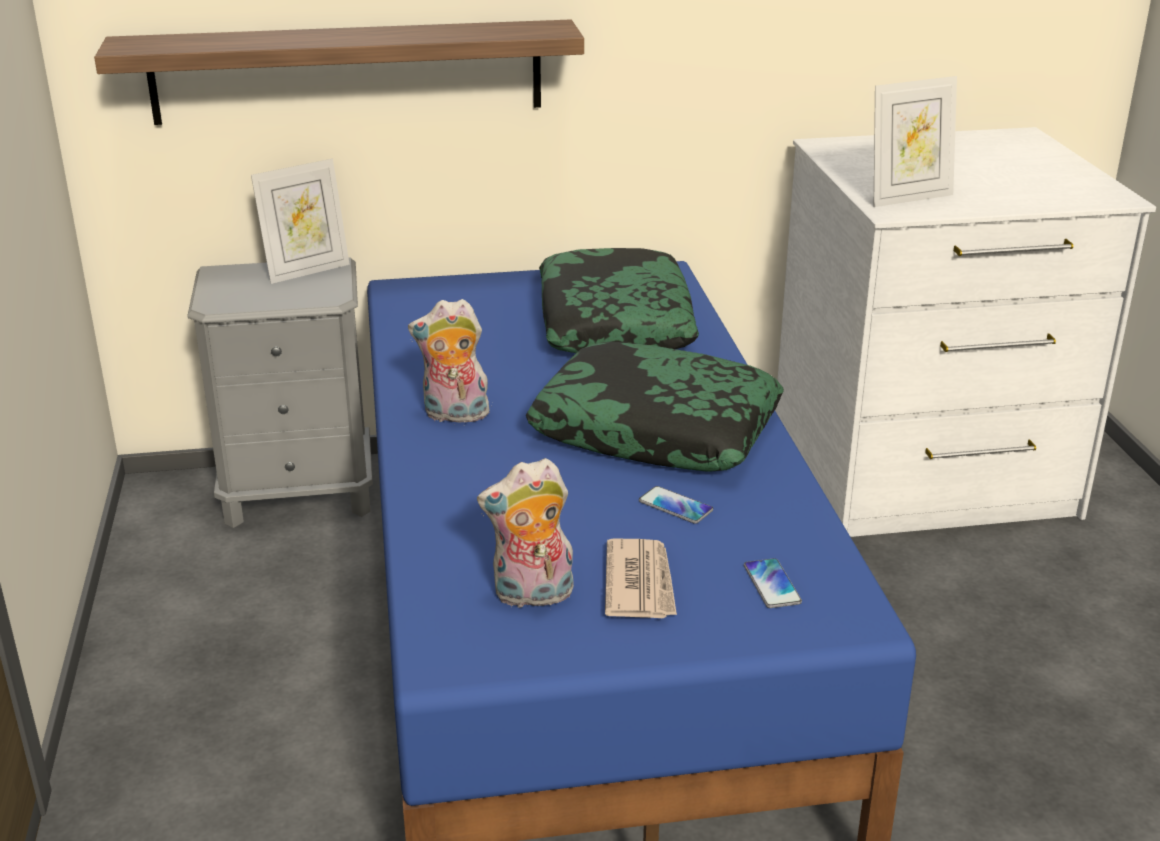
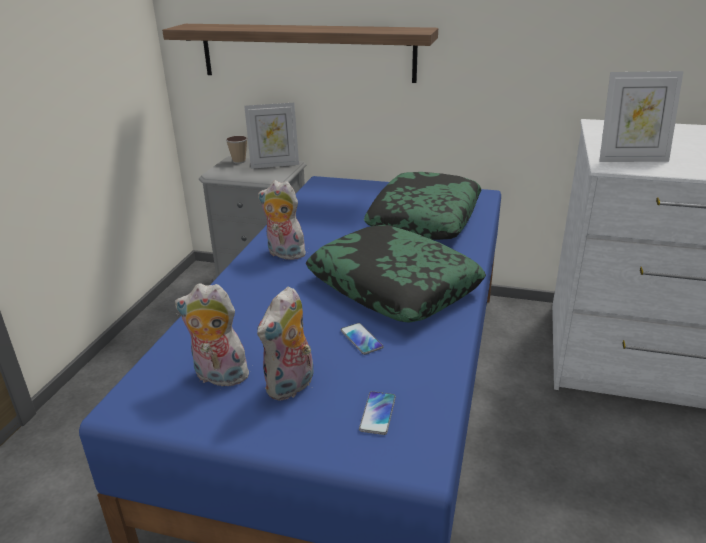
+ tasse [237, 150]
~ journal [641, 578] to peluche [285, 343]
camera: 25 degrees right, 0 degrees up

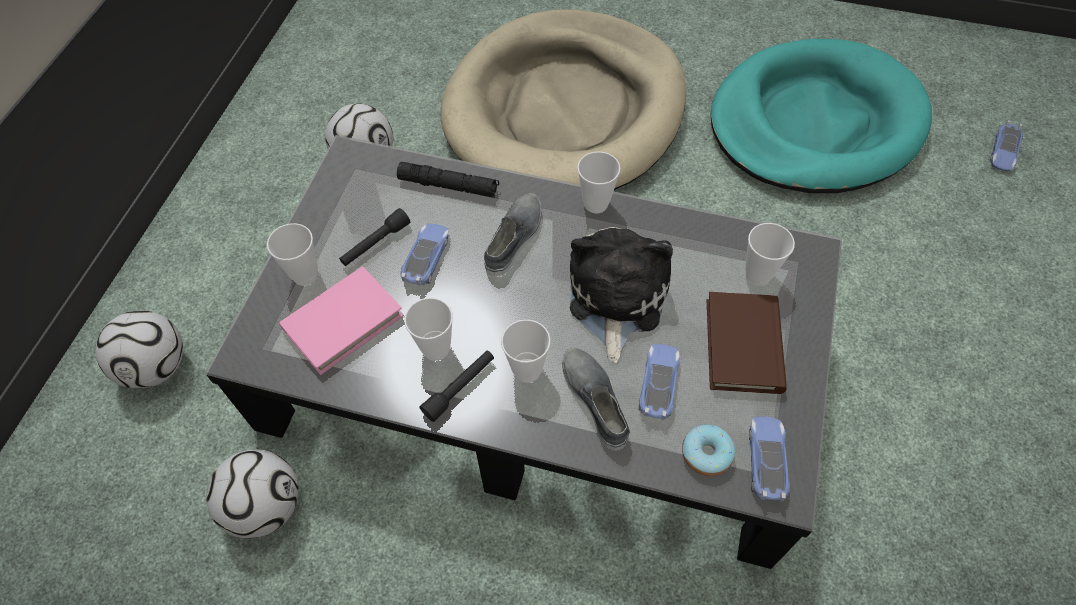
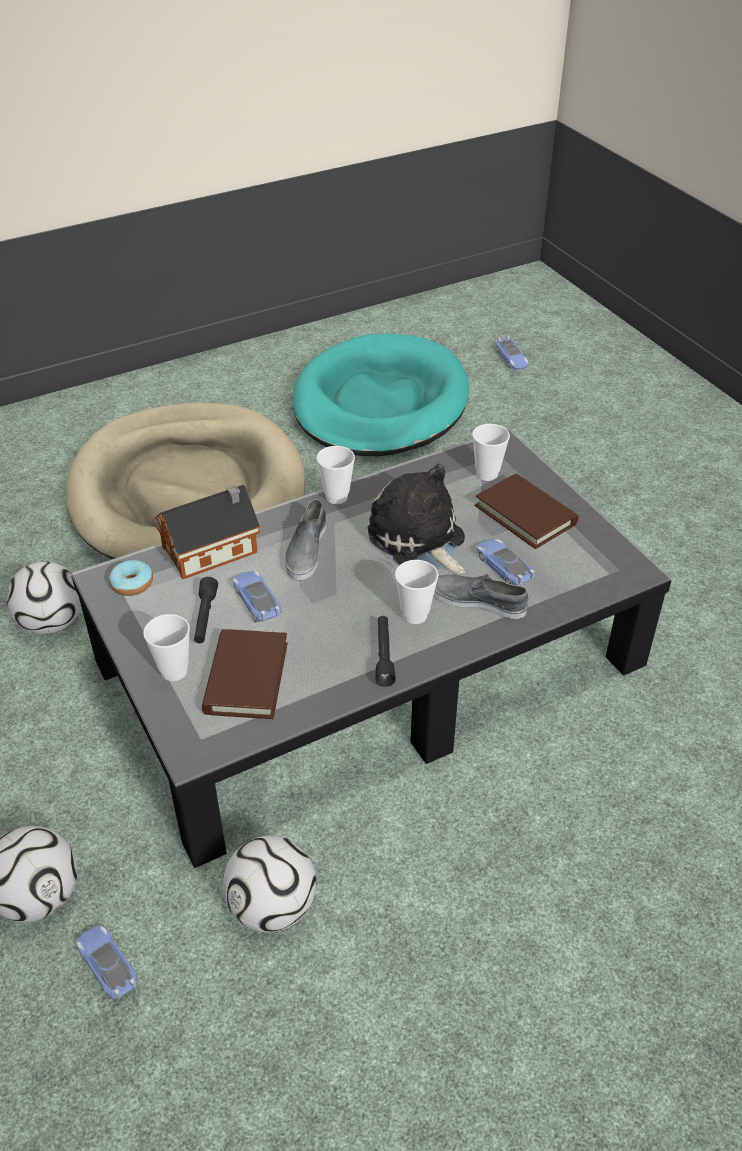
~ petite voiture [769, 459] to [107, 962]
~ beignet [708, 450] to [131, 578]
~ lampe de poche [noir] [448, 180] to maison miniature [207, 532]
~ livre [rose] [341, 320] to livre [marron] [245, 674]
~ chaussure [gris] [513, 234] = [305, 539] 150 degrees counterclockwise
- tasse [428, 329]
camera: 45 degrees left, 15 degrees down

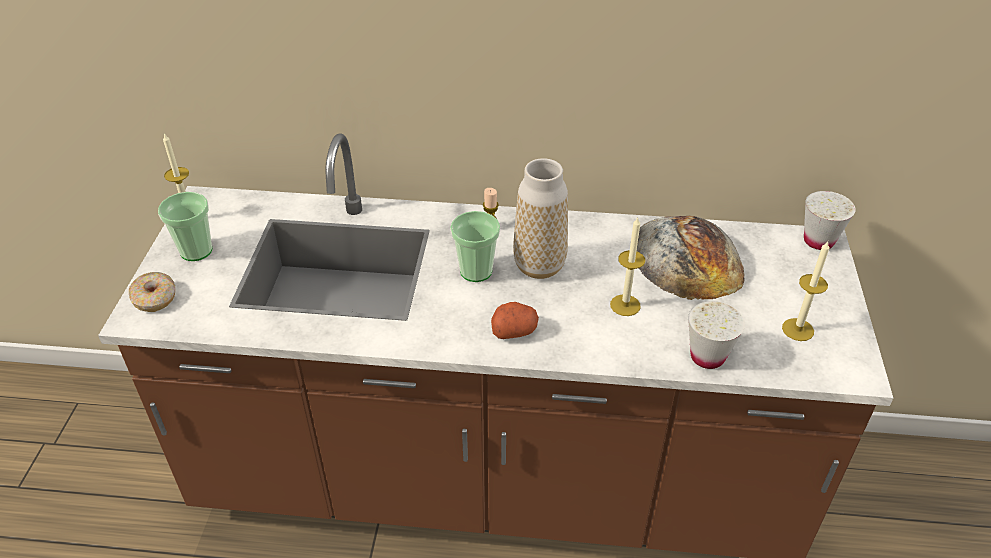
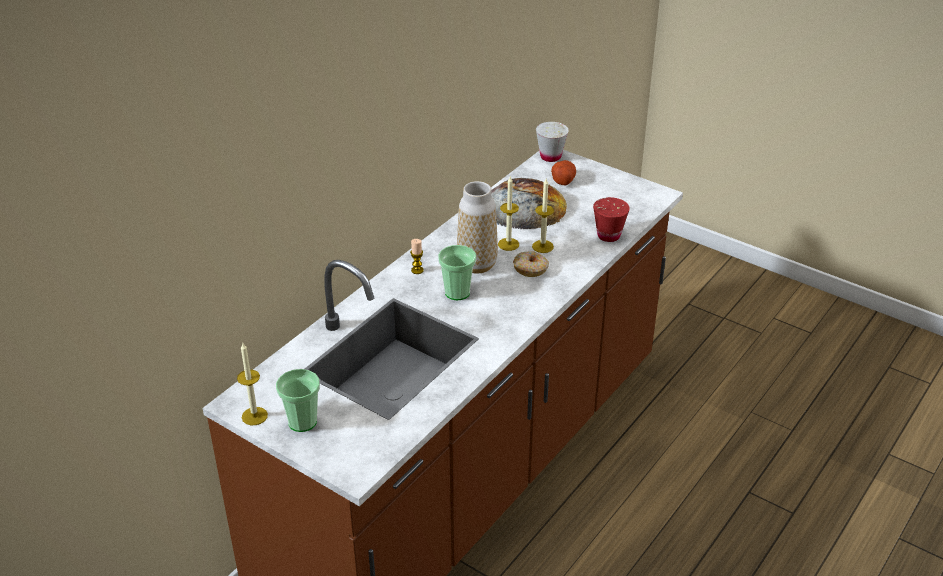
~ bougie [806, 291] to [508, 214]
~ beignet [152, 292] to [531, 264]
~ pomme de terre [515, 320] to [563, 173]
~ tasse [blanc] [716, 335] to tasse [rouge] [611, 219]
camera: 60 degrees left, 5 degrees down

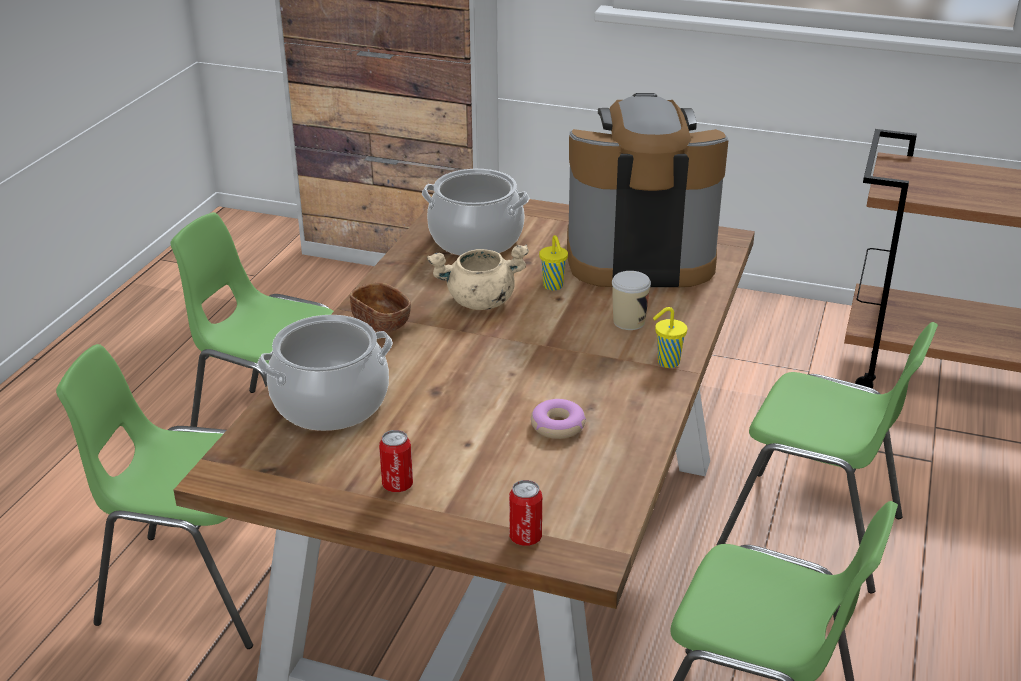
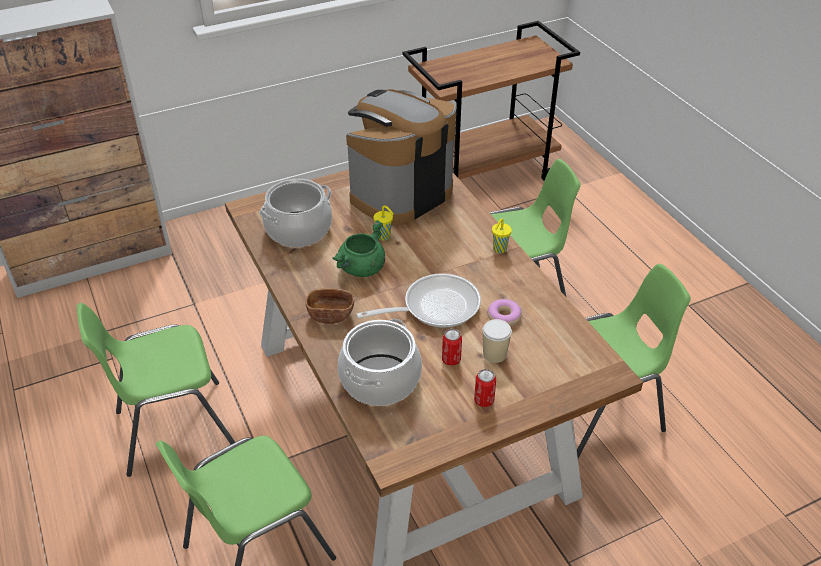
~ marmite [beige] [478, 277] to marmite [vert] [359, 248]
+ poêle [418, 300]
~ boîte métallique [525, 513] to [452, 347]
~ tasse [631, 300] to [497, 341]
camera: 45 degrees left, 10 degrees up

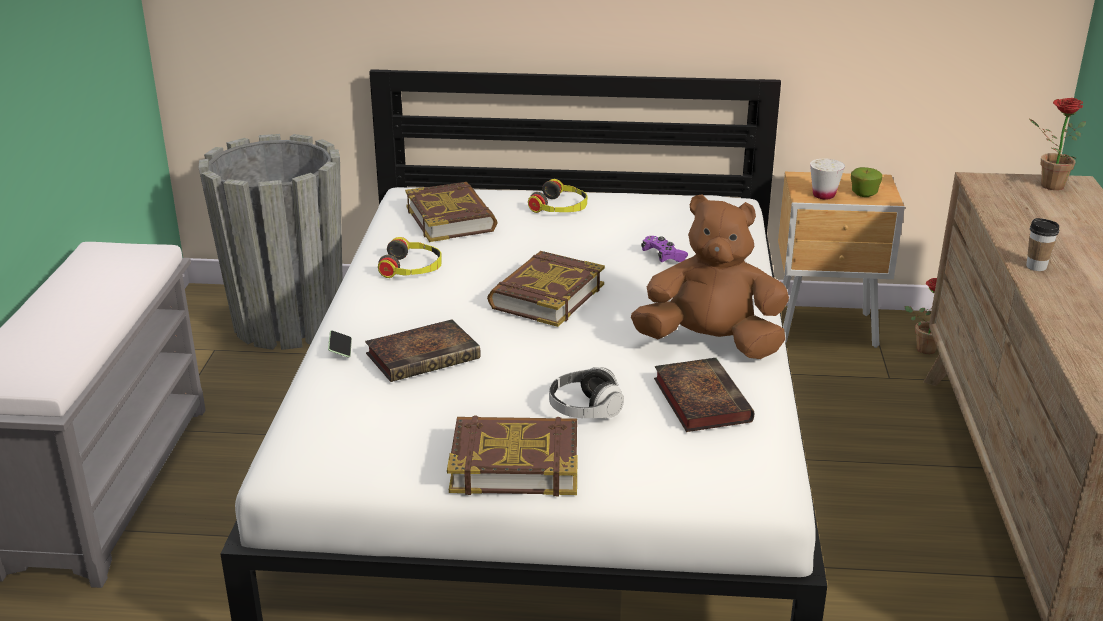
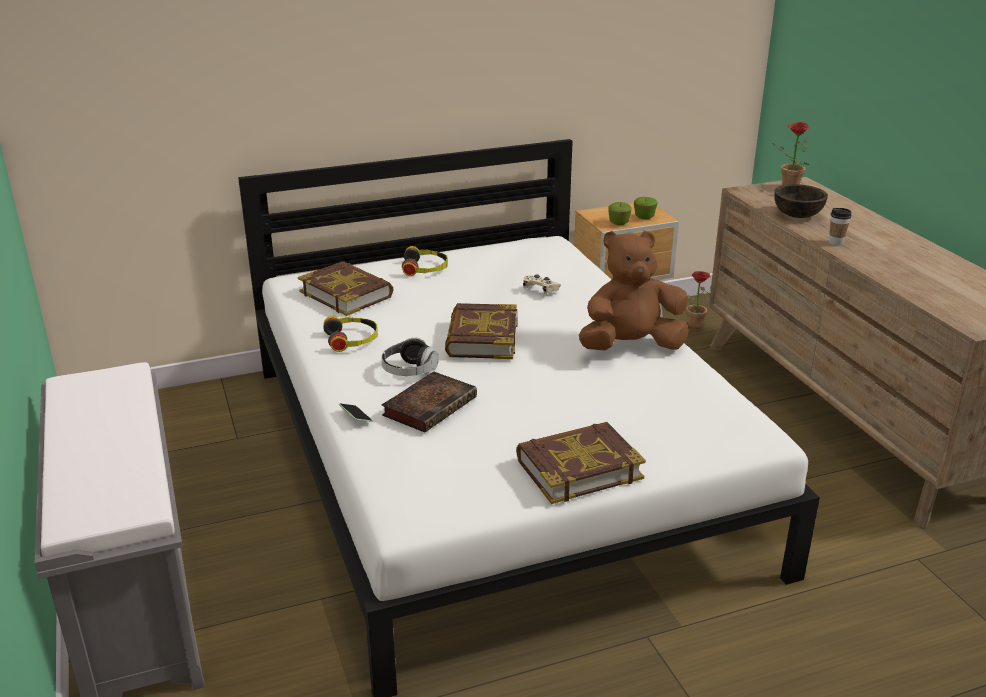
~ casque audio [586, 393] to [410, 356]
~ manette [violet] [664, 249] to manette [beige] [542, 284]
~ tasse [blanc] [827, 179] to pomme [620, 213]
+ bol [marron] [801, 201]
- cache-pot [gris] [271, 242]
- livre [704, 395]
camera: 25 degrees left, 0 degrees up

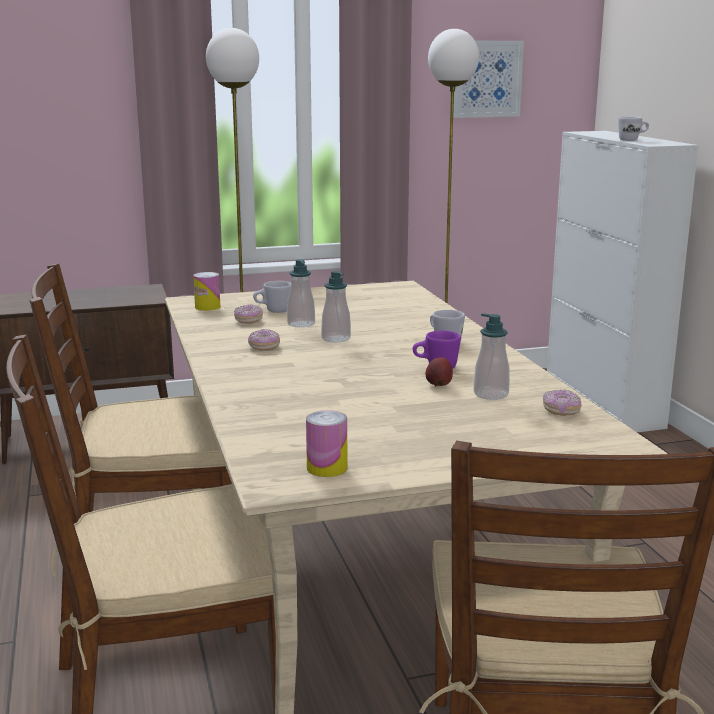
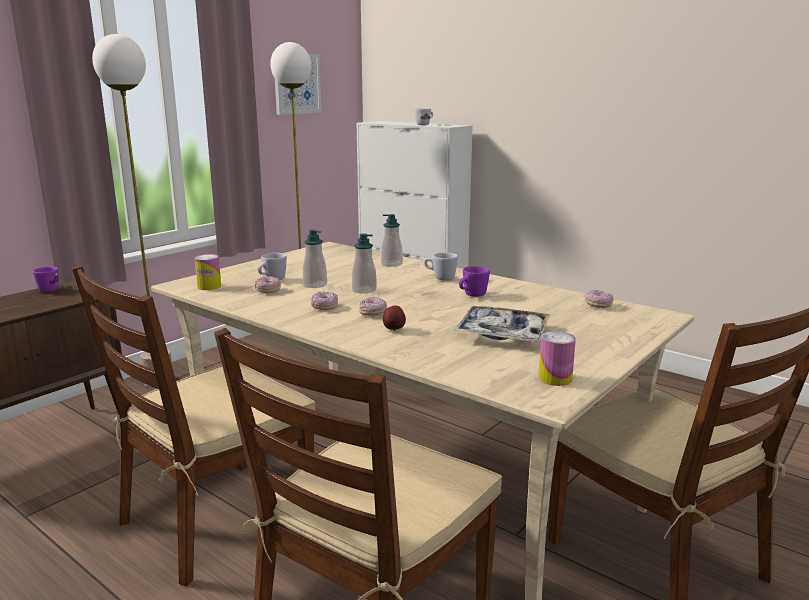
+ mug [violet] [46, 279]
+ beignet [373, 306]
~ distributeur de savon [492, 356] to [392, 240]
~ pomme [439, 372] to [394, 318]
+ plateau [502, 324]
camera: 35 degrees left, 0 degrees up

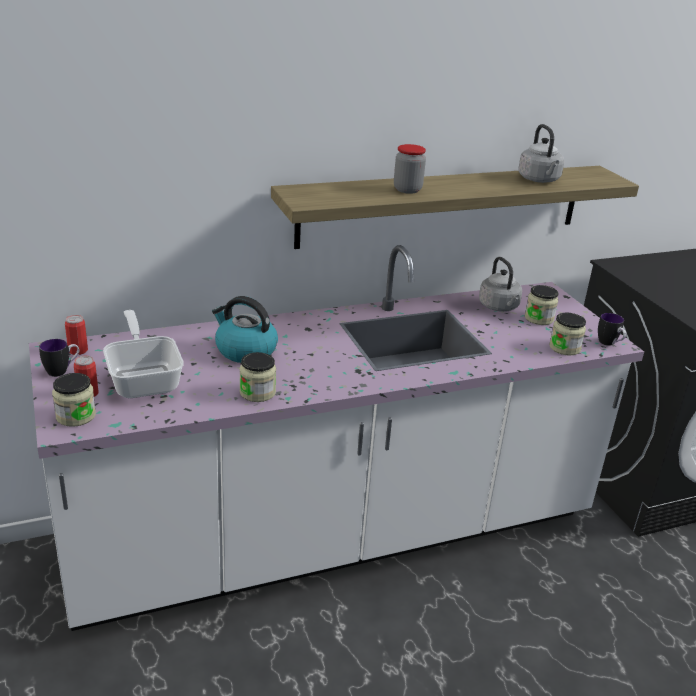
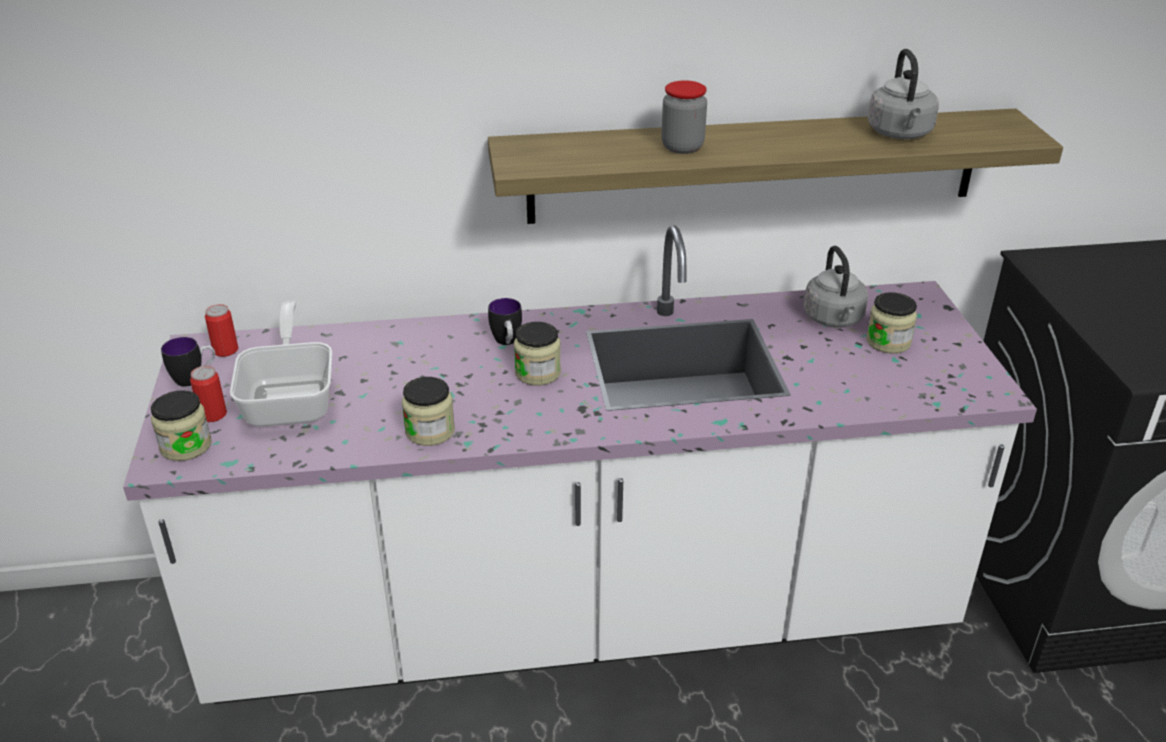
~ mug [612, 329] to [505, 321]
~ bocal [567, 334] to [537, 354]
- bouilloire [245, 329]
camera: 15 degrees right, 5 degrees up

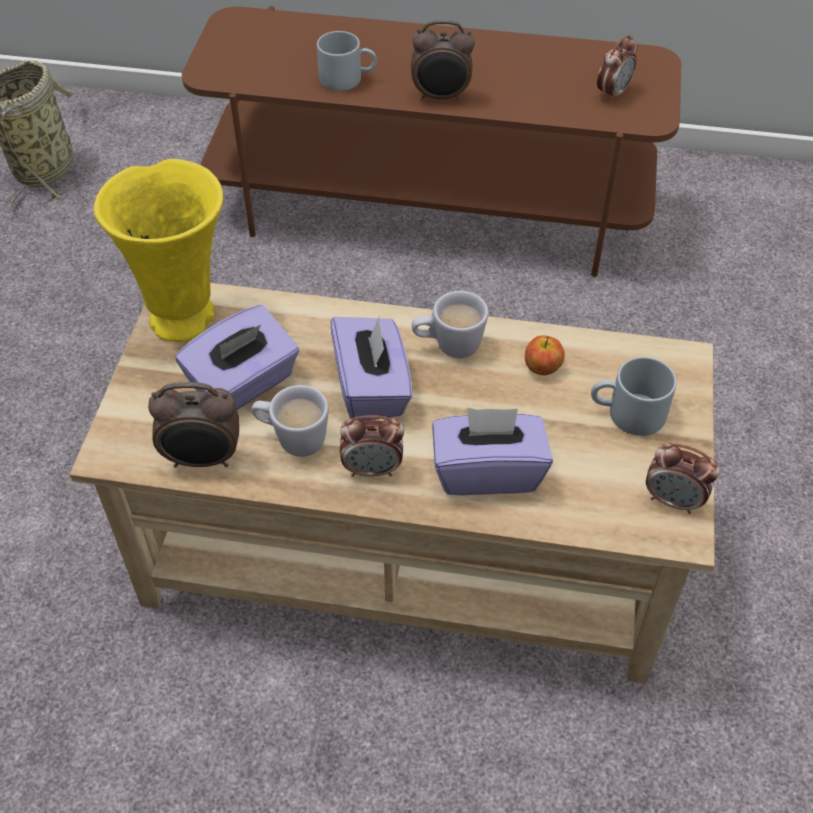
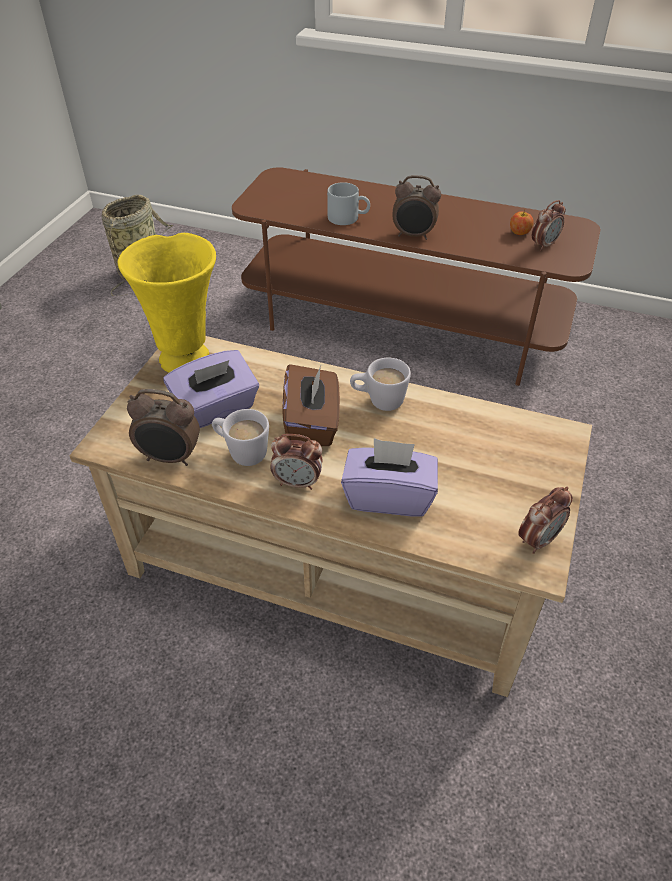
~ boîte à mouchoirs [violet] [371, 368] to boîte à mouchoirs [marron] [311, 405]
~ pomme [545, 355] to [522, 222]
~ réveil [683, 478] = [545, 520] 75 degrees counterclockwise
- mug [gris] [634, 396]
camera: 10 degrees right, 5 degrees down

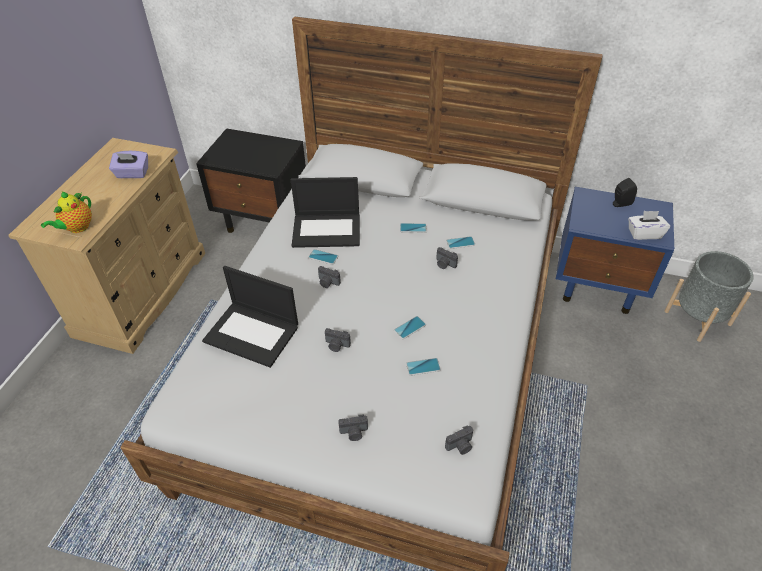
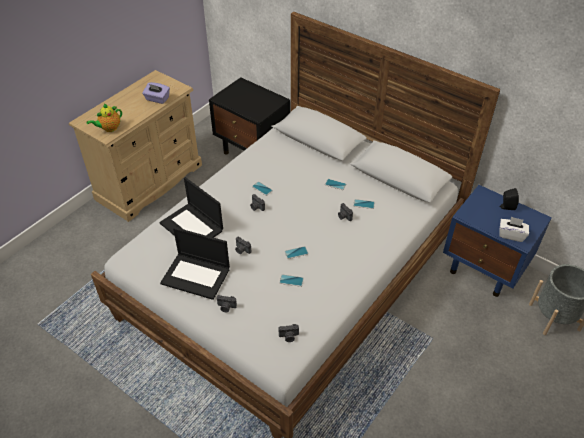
~ ordinateur portable [325, 212] to [195, 263]
camera: 20 degrees right, 0 degrees up

